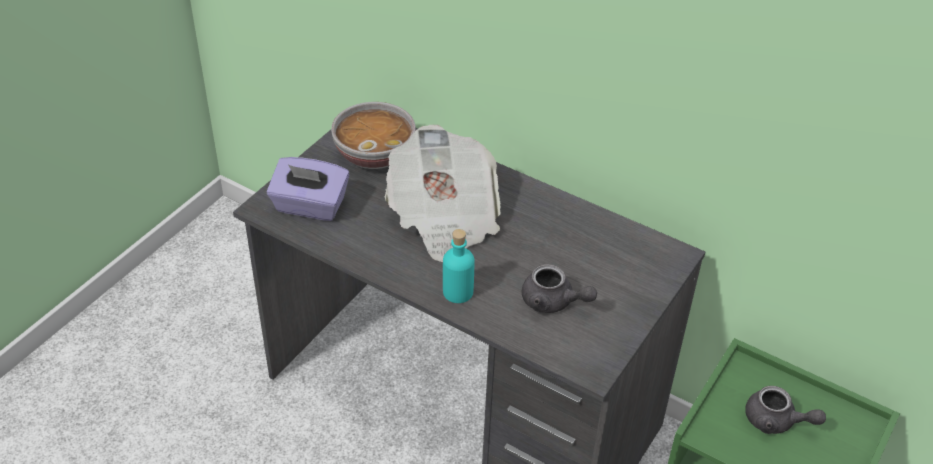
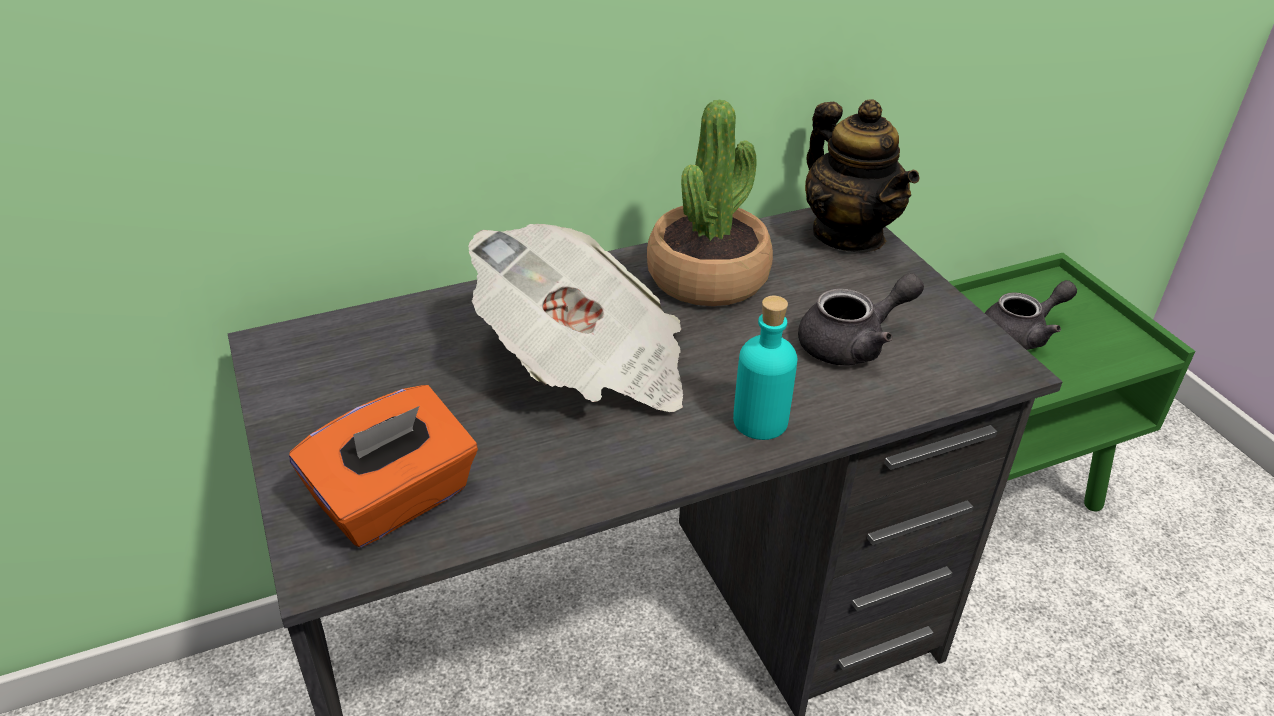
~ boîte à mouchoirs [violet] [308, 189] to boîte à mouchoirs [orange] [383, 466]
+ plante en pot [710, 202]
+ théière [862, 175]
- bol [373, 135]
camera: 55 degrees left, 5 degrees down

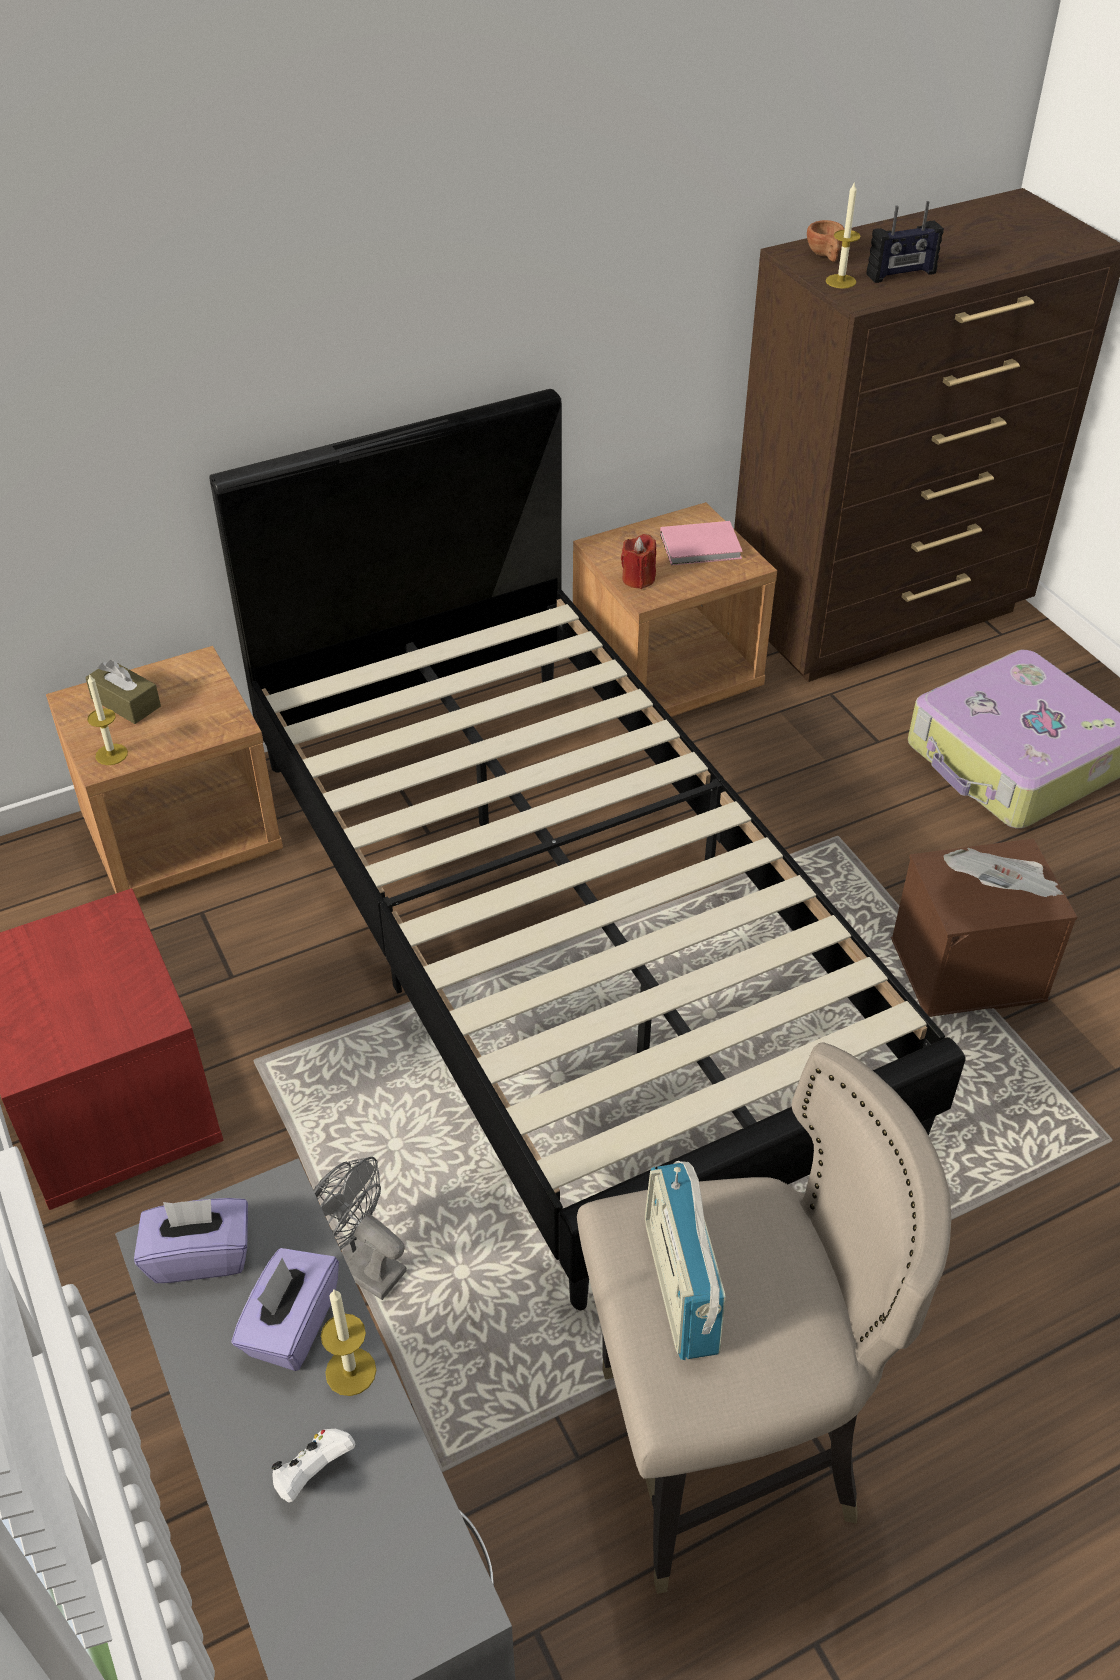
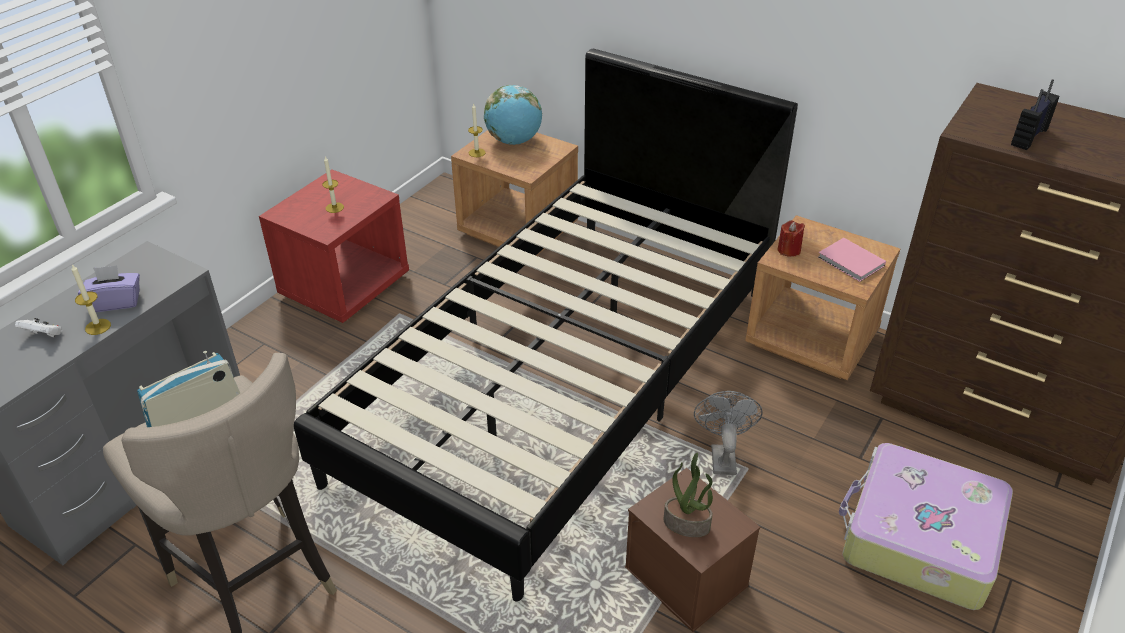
~ bougie [843, 235] to [333, 185]
~ boîte à mouchoirs [marron] [123, 692] to globe [513, 115]
~ journal [1003, 872] to plante en pot [688, 494]
~ ventilateur [gris] [360, 1228] to [728, 433]
~ radio [905, 242] = [1035, 114] 90 degrees clockwise
- boîte à mouchoirs [violet] [191, 1240]
- tasse [marron] [826, 241]
camera: 60 degrees right, 5 degrees down

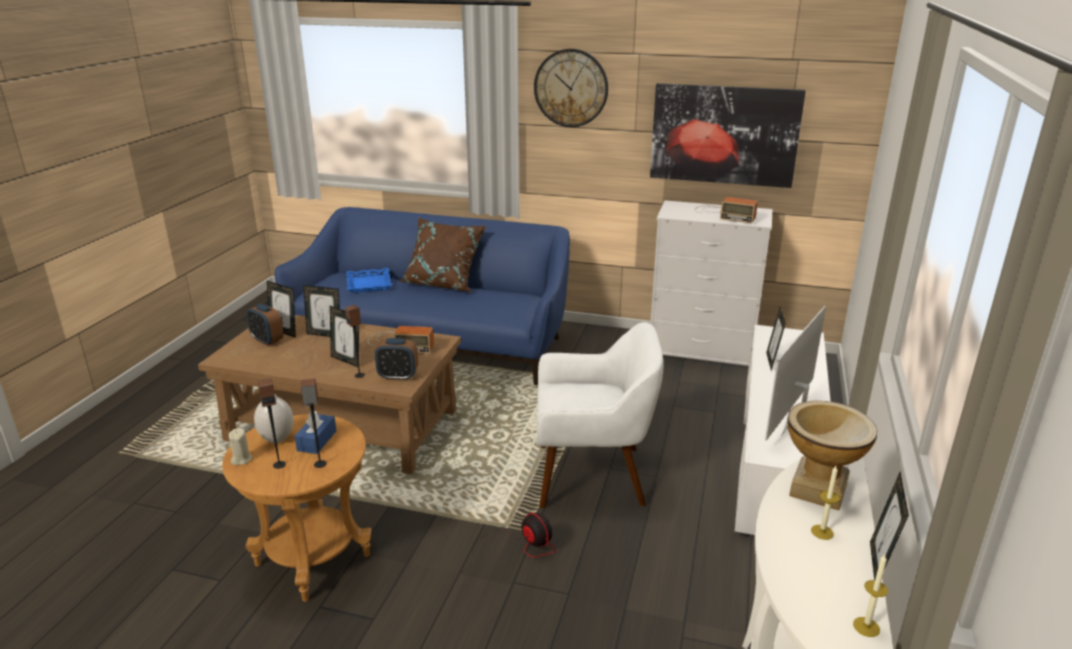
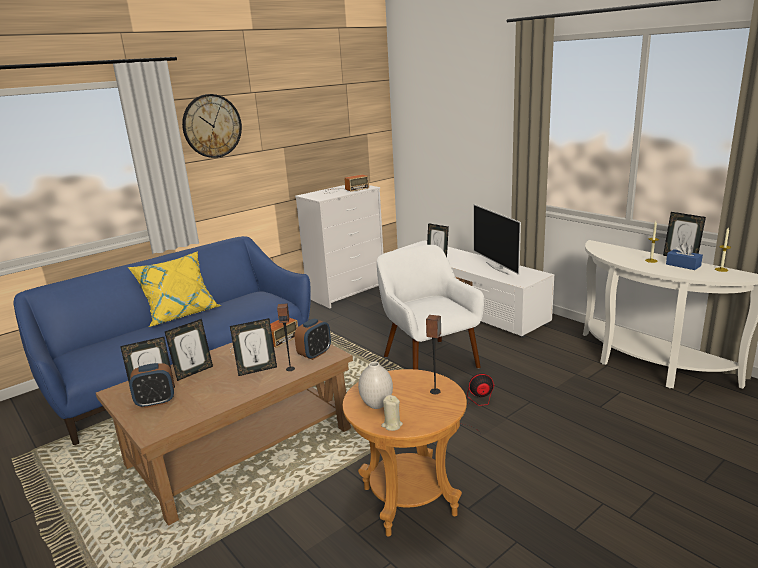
~ coussin [marron] [442, 254] to coussin [jaune] [174, 289]
~ fauteuil [blanc] [600, 415] = [430, 307] 60 degrees counterclockwise
~ boîte à mouchoirs [bleu] [315, 432] to [684, 256]
- enceinte [271, 423]
- plateau [bleu] [369, 280]
- tableau [728, 135]
- vase [832, 455]
camera: 55 degrees left, 5 degrees down

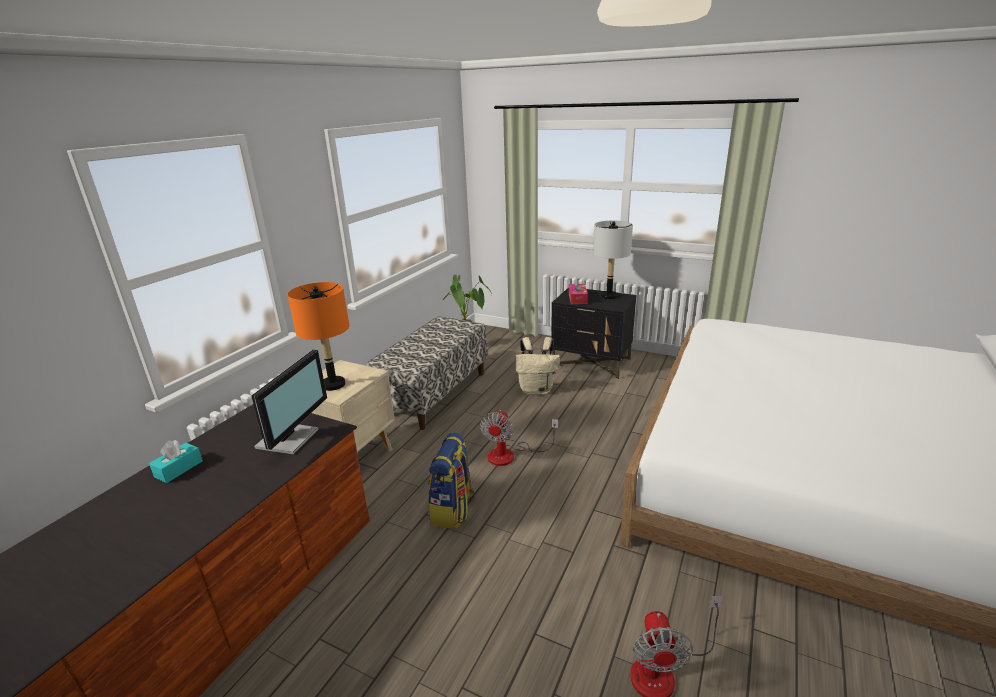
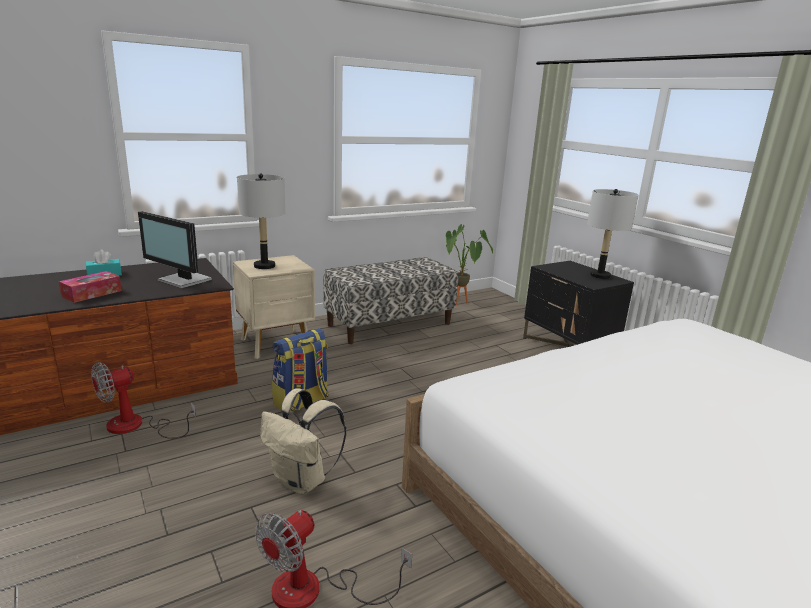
~ boîte à mouchoirs [578, 294] to [90, 287]
~ ventilateur [519, 438] to [143, 400]
~ écran d'ordinateur [289, 402] = [175, 249] 75 degrees clockwise
~ lampe de table [orange] [318, 336] to lampe de table [gris] [261, 221]
~ sac à dos [beige] [537, 366] to [303, 441]
camera: 30 degrees right, 5 degrees down

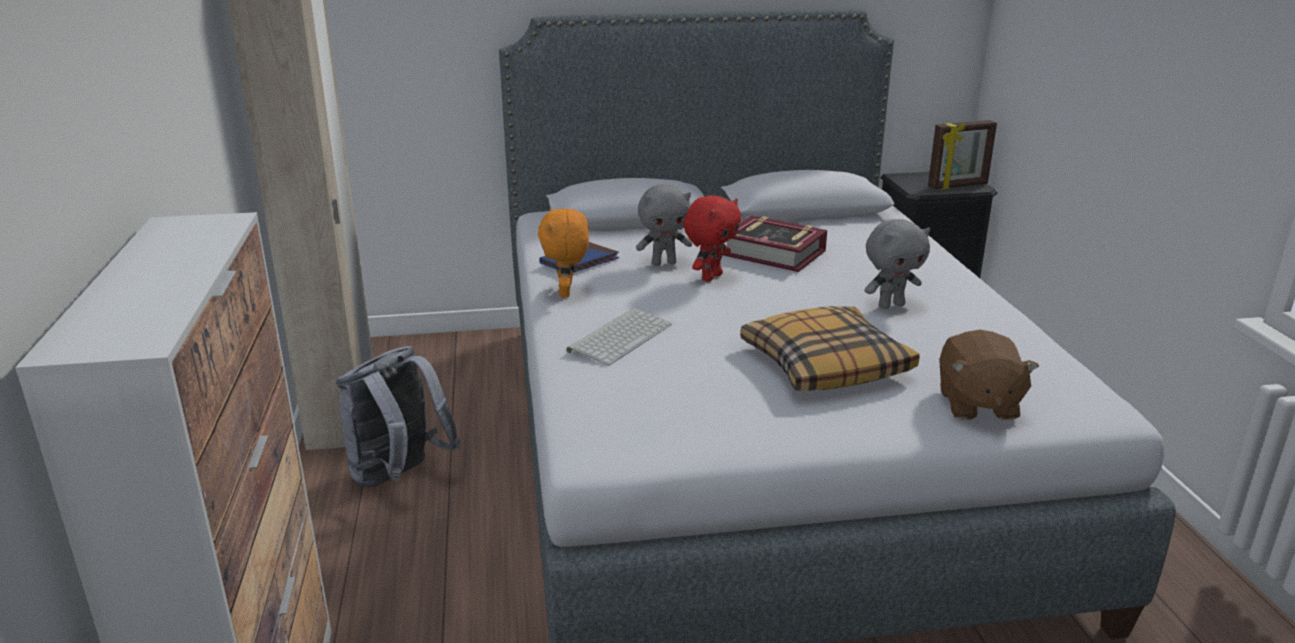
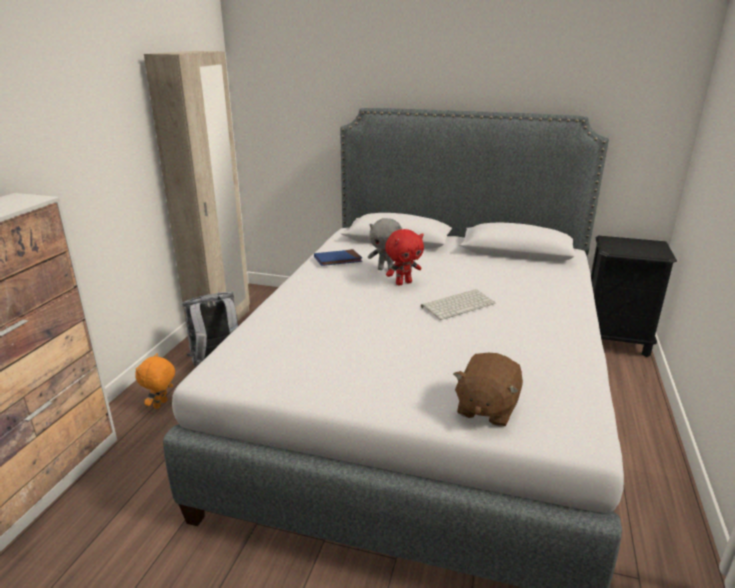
~ peluche [orange] [563, 252] to [155, 381]
~ clavier [619, 337] to [458, 304]
- livre [775, 243]
- coussin [830, 348]
- peluche [gris] [897, 264]
- cadre photo [962, 155]
camera: 25 degrees right, 0 degrees up

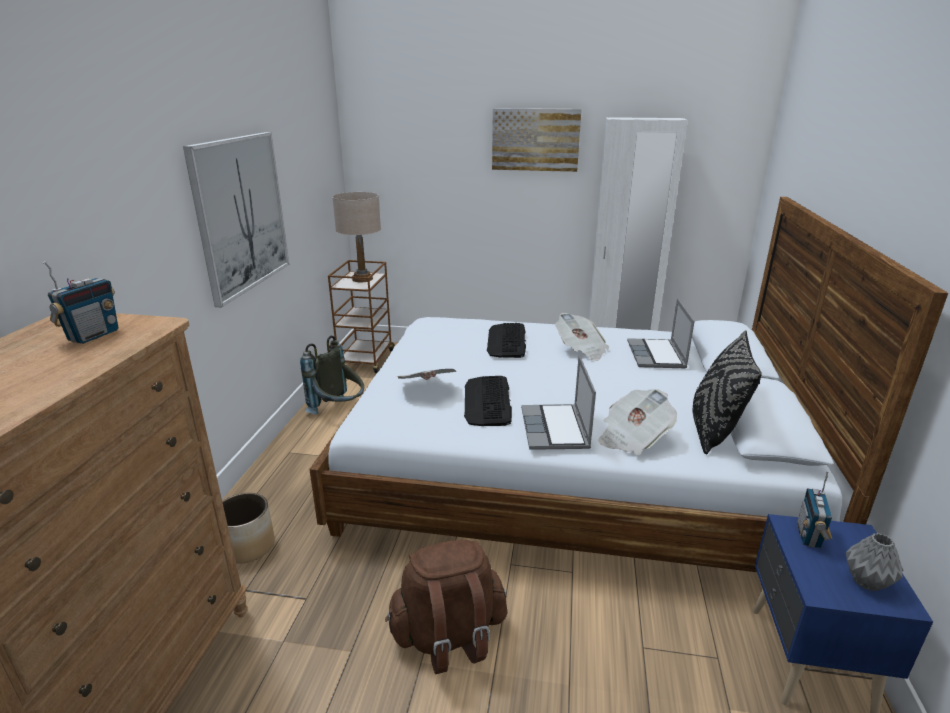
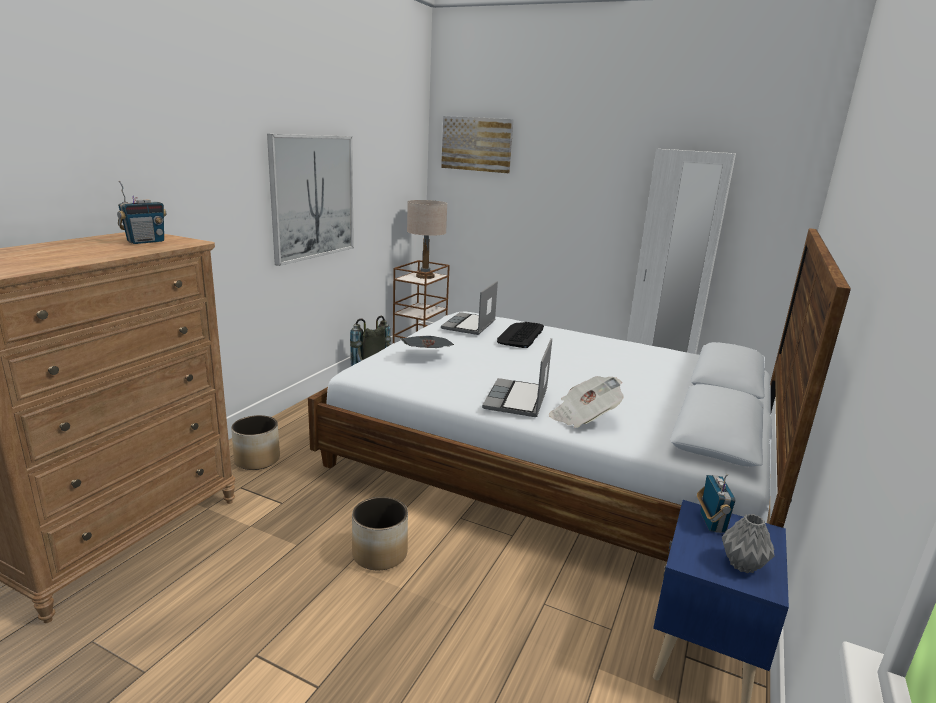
~ sac à dos [marron] [446, 607] to cache-pot [380, 533]
~ tableau [537, 140] to [477, 144]
~ ordinateur portable [661, 333] to [469, 308]
~ radio [814, 510] = [716, 503] 150 degrees clockwise
- clavier [488, 401]
- journal [582, 337]
- coussin [noir] [727, 392]
camera: 15 degrees right, 5 degrees down

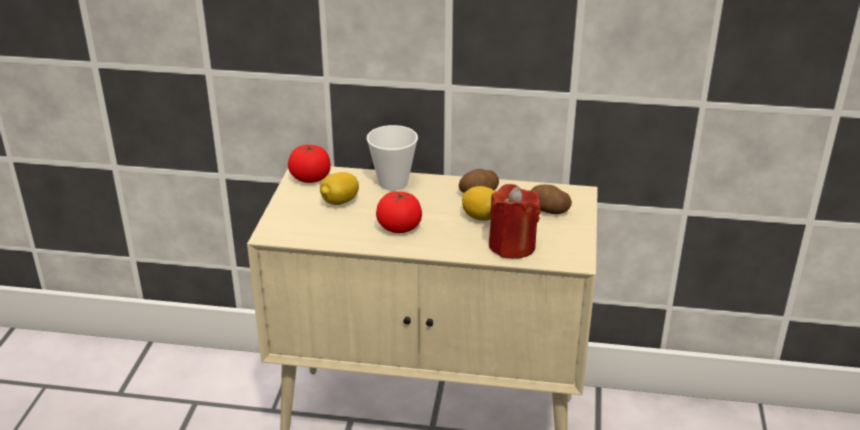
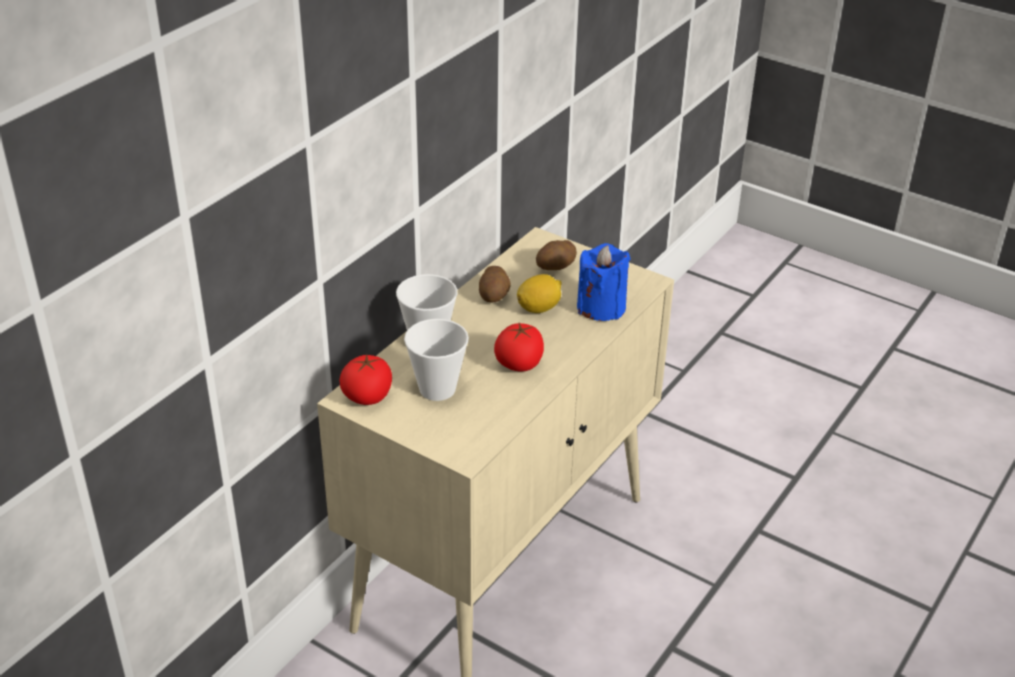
~ citron [339, 188] to tasse [436, 360]
~ bougie [rouge] [515, 221] to bougie [bleu] [604, 282]
camera: 65 degrees left, 5 degrees up

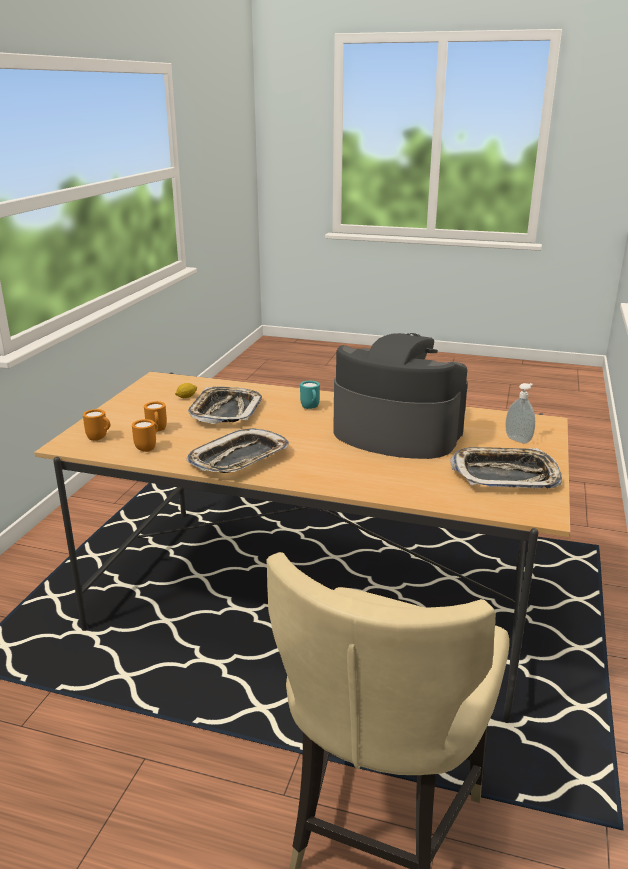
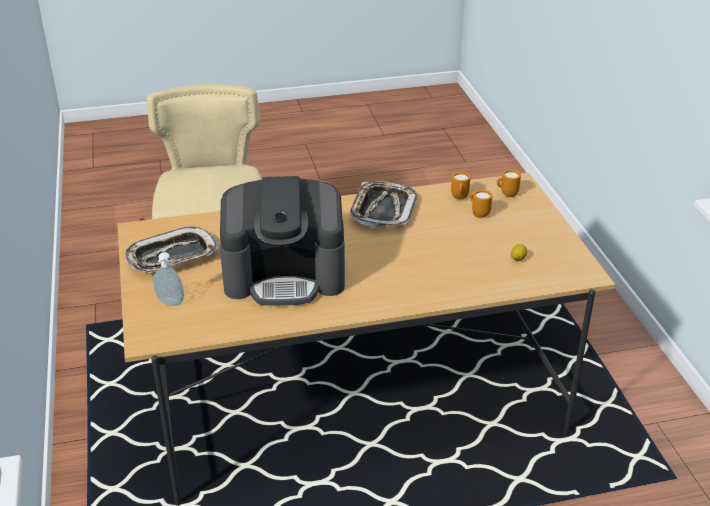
- plateau [225, 405]
- mug [turquoise] [310, 395]
camera: 150 degrees right, 10 degrees up

